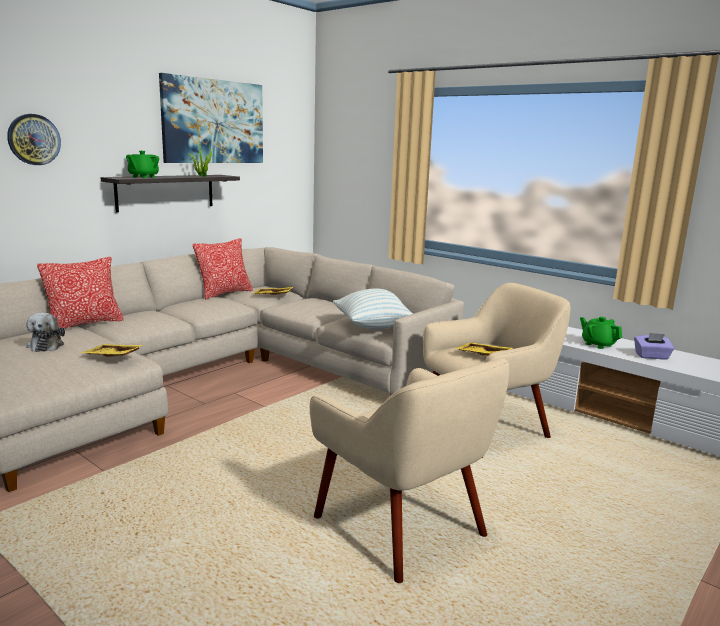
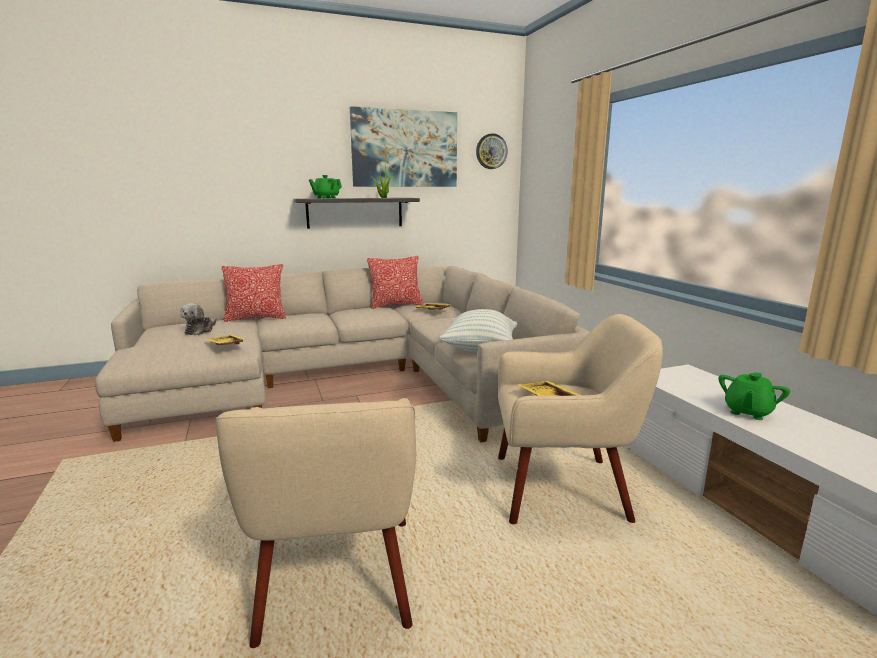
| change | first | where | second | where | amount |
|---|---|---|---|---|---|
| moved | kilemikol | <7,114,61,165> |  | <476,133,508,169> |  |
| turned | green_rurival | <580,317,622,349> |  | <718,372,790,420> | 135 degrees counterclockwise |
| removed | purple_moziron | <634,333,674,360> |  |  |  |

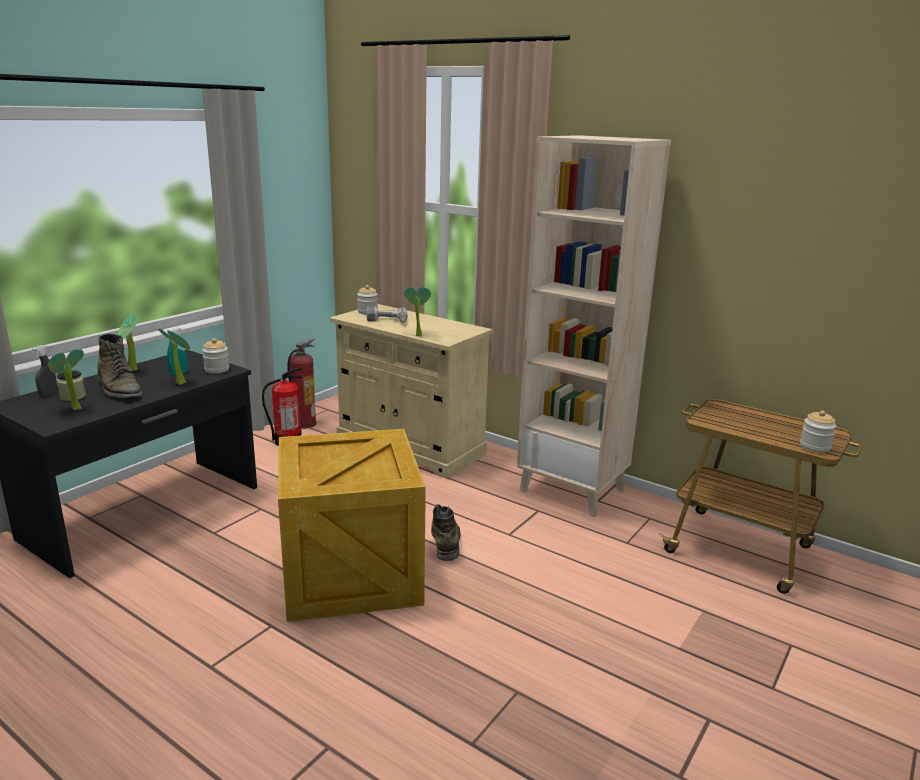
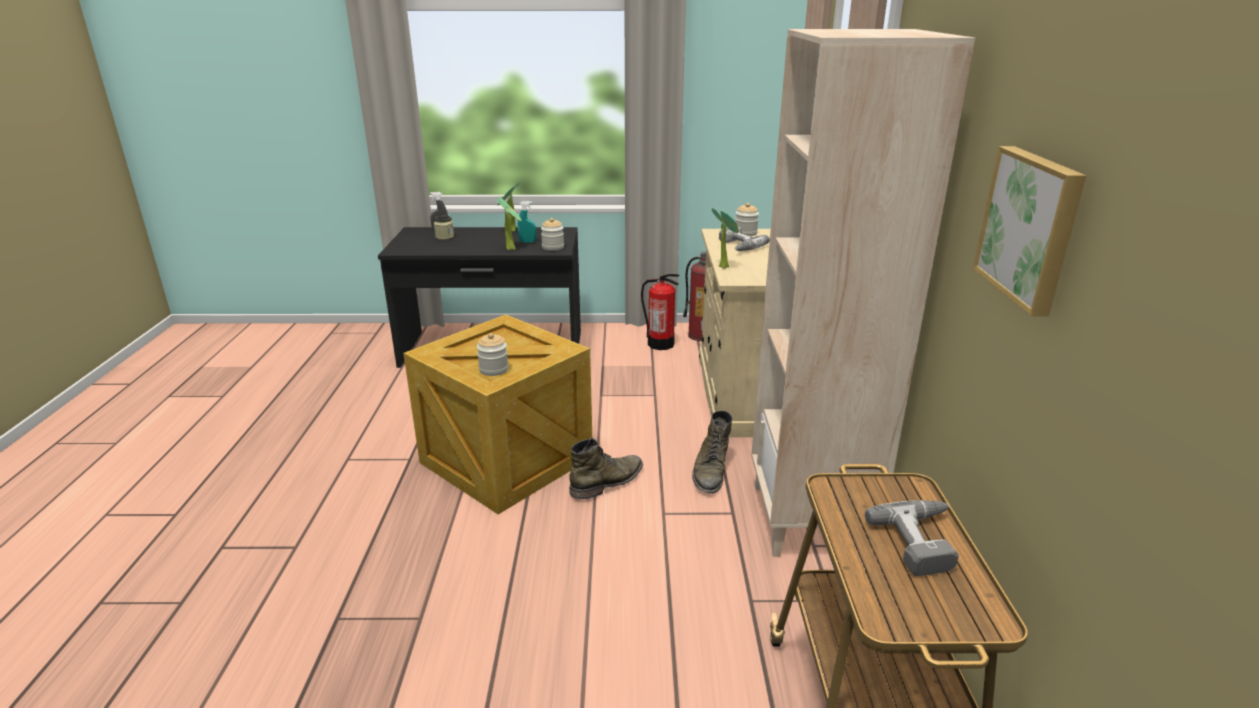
| change | first | where | second | where | amount |
|---|---|---|---|---|---|
| moved | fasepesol | <800,411,836,453> |  | <477,333,509,376> |  |
| moved | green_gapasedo | <97,334,142,398> |  | <692,410,732,494> |  |
| added |  |  | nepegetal | <865,500,959,576> |  |
| added |  |  | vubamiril | <973,146,1086,316> |  |
| removed | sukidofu | <48,349,84,410> |  |  |  |

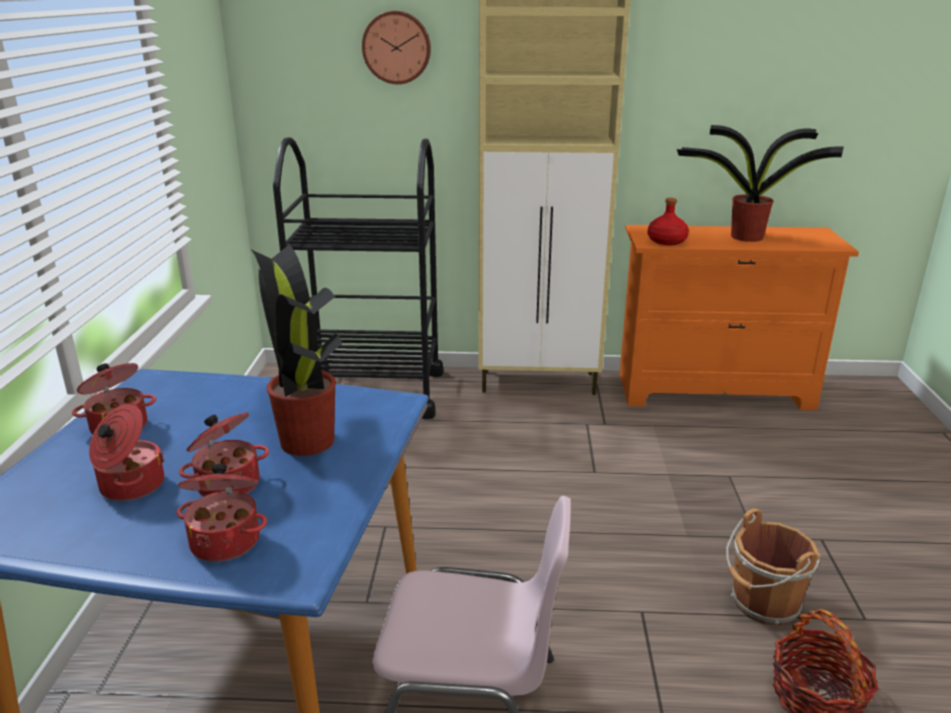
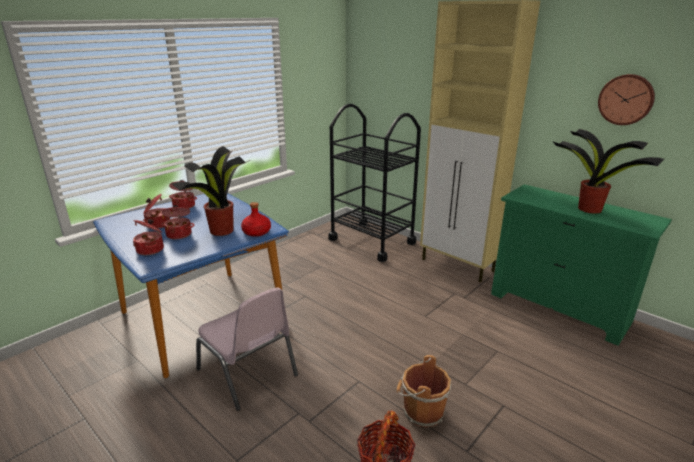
| change | first | where | second | where | amount |
|---|---|---|---|---|---|
| moved | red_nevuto | <647,198,689,245> |  | <241,202,271,237> |  |
| recoloured | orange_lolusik | <619,225,859,410> | green_lolusik | <491,184,672,346> |  |
| moved | kilemikol | <362,11,431,84> |  | <598,74,655,125> |  |

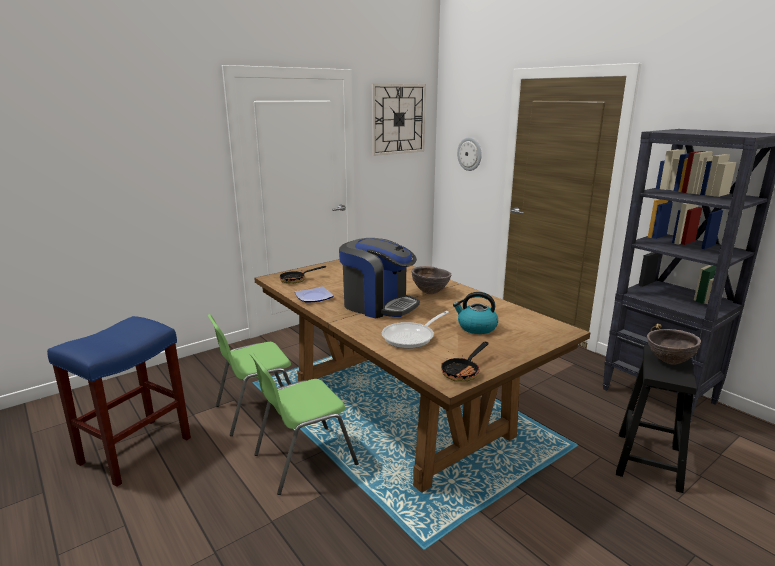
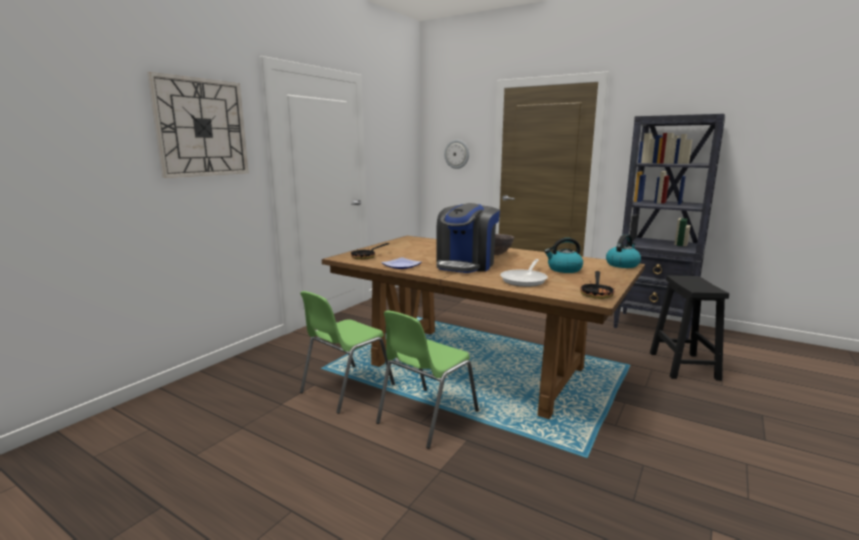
| change | first | where | second | where | amount |
|---|---|---|---|---|---|
| moved | kilemikol | <371,84,426,156> |  | <147,72,249,178> |  |
| turned | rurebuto | <339,238,420,319> |  | <436,203,500,273> | 105 degrees clockwise |
| added |  |  | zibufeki | <606,234,641,268> |  |
| removed | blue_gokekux | <47,316,191,487> |  |  |  |
| removed | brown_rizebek | <647,329,701,365> |  |  |  |

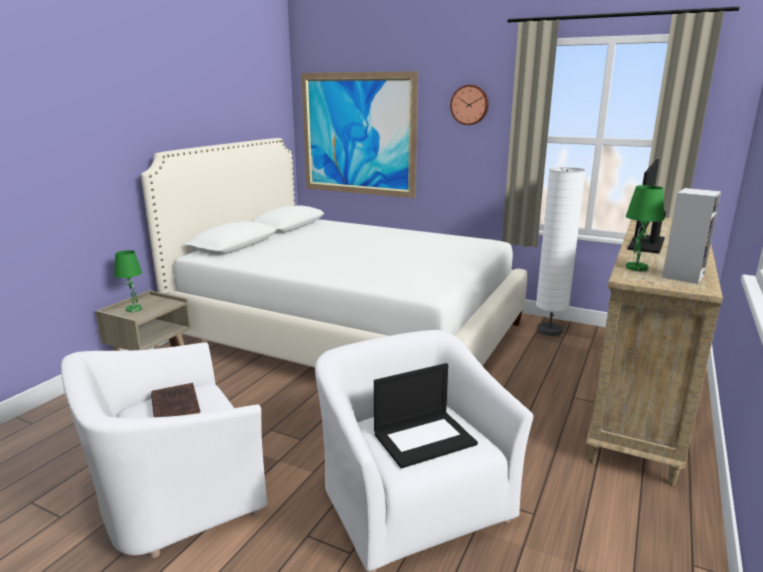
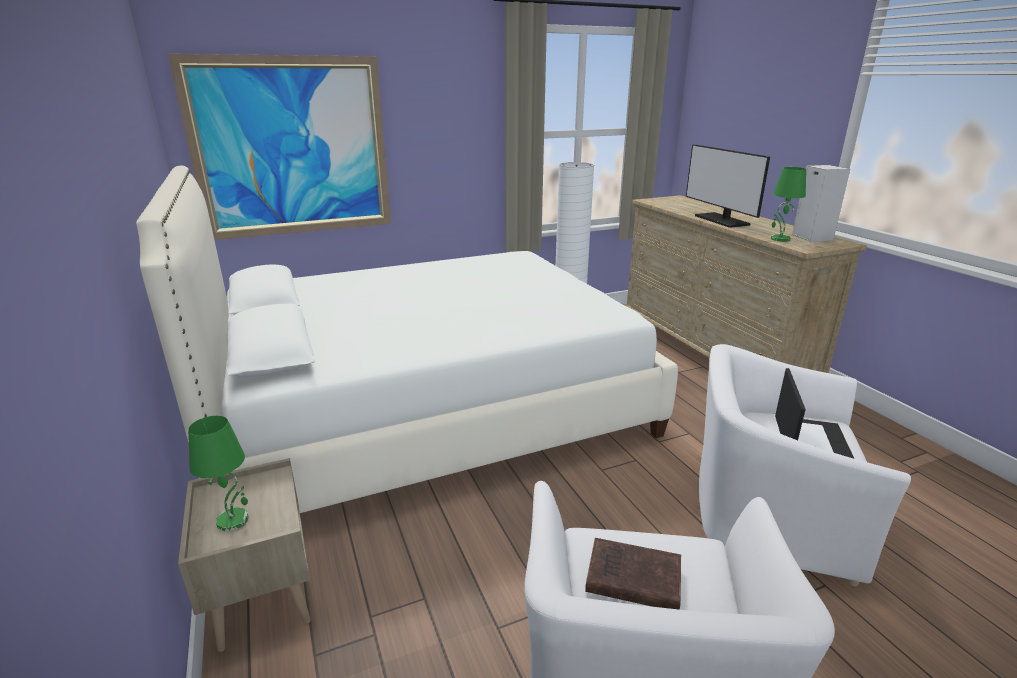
| change | first | where | second | where | amount |
|---|---|---|---|---|---|
| removed | kilemikol | <450,85,489,125> |  |  |  |

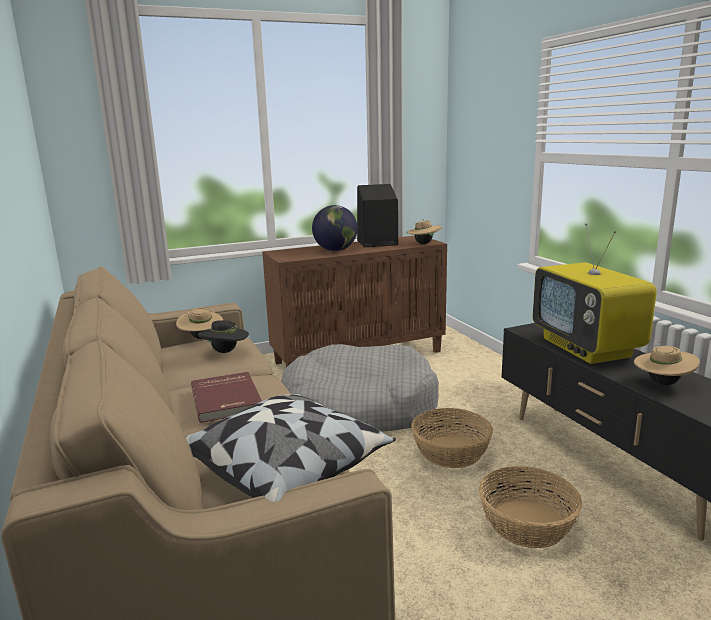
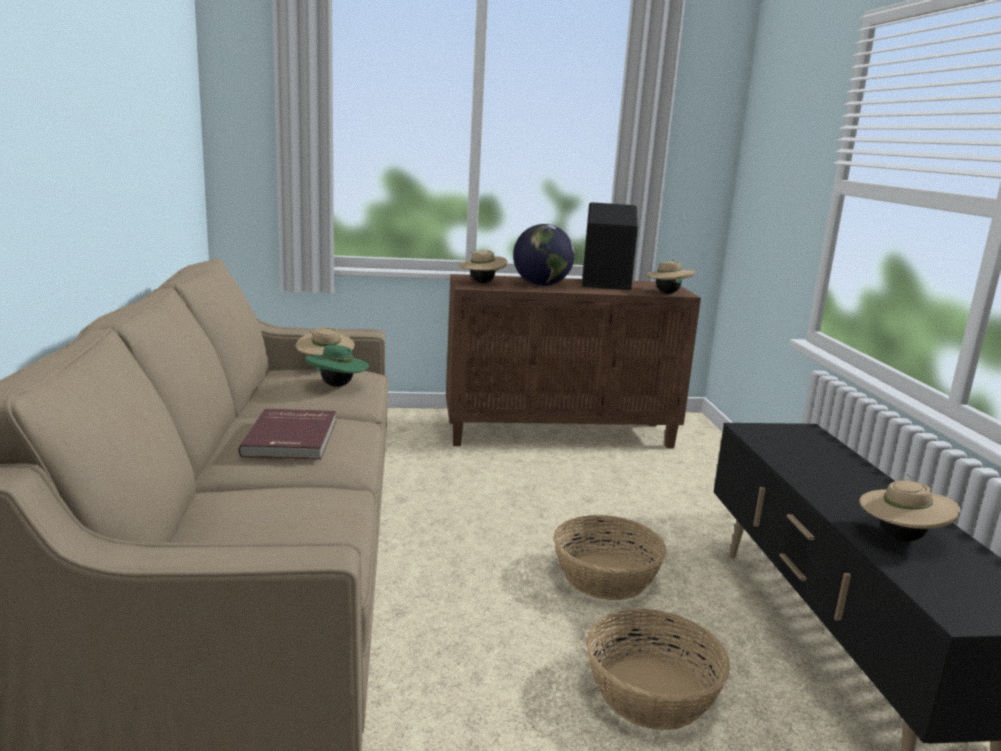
| change | first | where | second | where | amount |
|---|---|---|---|---|---|
| recoloured | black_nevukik | <198,320,249,353> | green_nevukik | <305,345,369,387> |  |
| added |  |  | beige_nevukik | <458,248,508,283> |  |
| removed | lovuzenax | <185,394,396,502> |  |  |  |
| removed | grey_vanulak | <281,344,439,432> |  |  |  |
| removed | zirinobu | <533,223,657,364> |  |  |  |

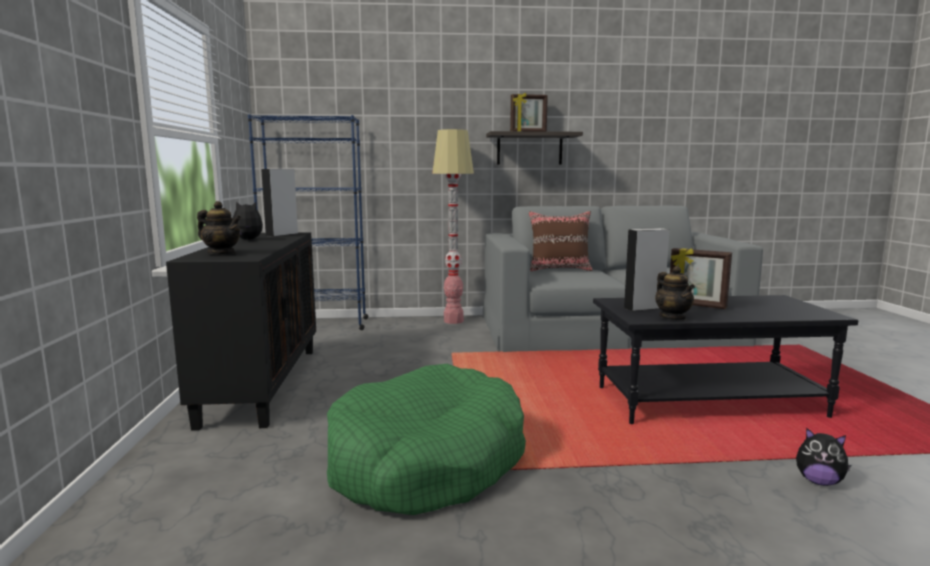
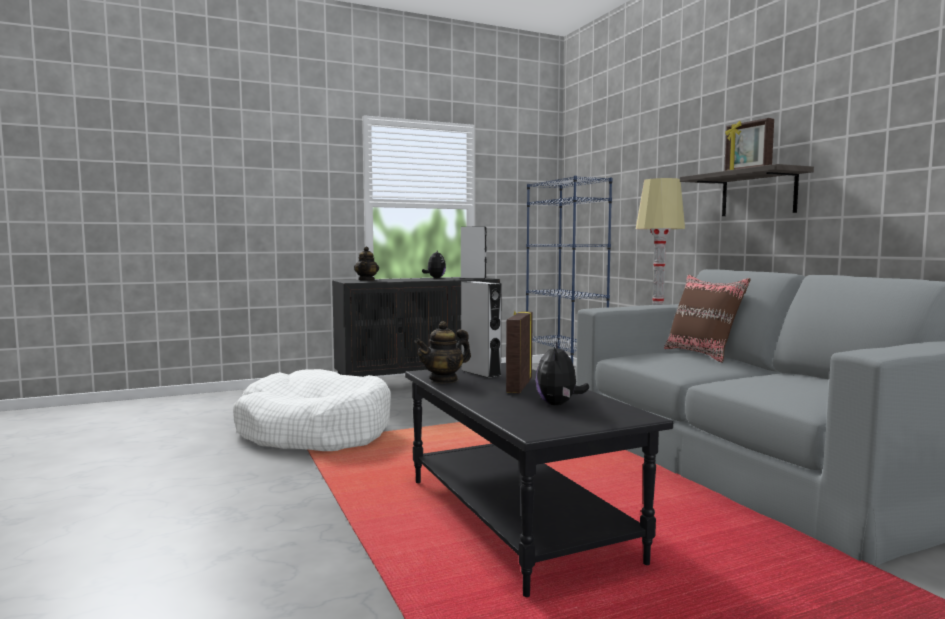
| change | first | where | second | where | amount |
|---|---|---|---|---|---|
| recoloured | green_vanulak | <327,364,526,515> | white_vanulak | <233,369,391,451> |  |
| moved | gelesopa | <796,428,851,486> |  | <535,342,589,405> |  |

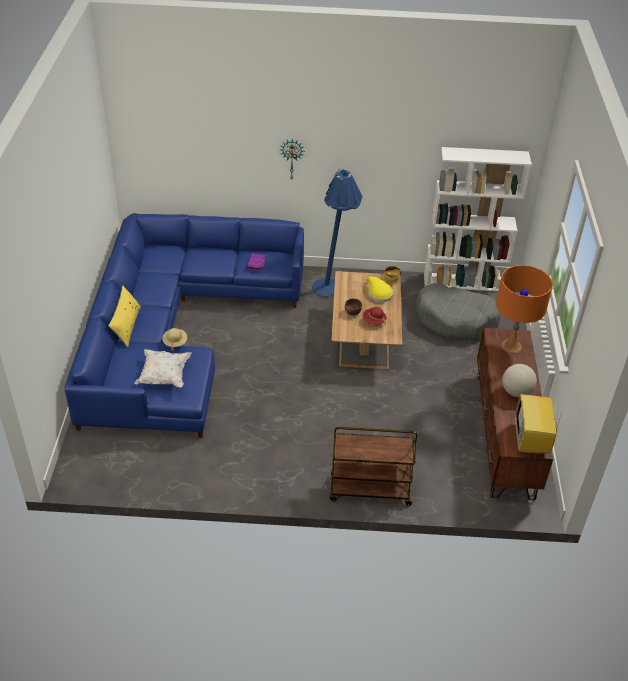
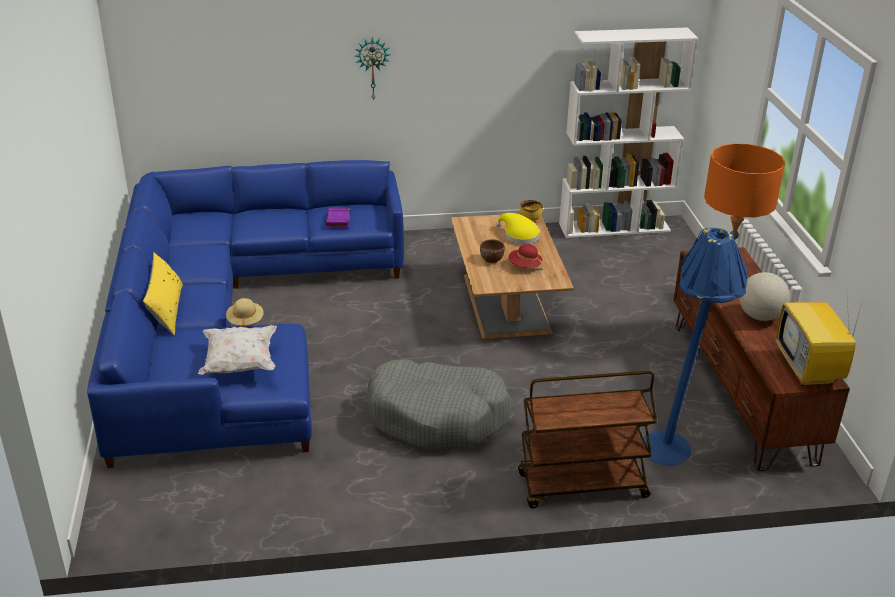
| change | first | where | second | where | amount |
|---|---|---|---|---|---|
| moved | grey_vanulak | <416,283,501,340> |  | <367,359,511,449> |  |
| moved | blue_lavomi | <312,169,363,297> |  | <643,225,748,466> |  |

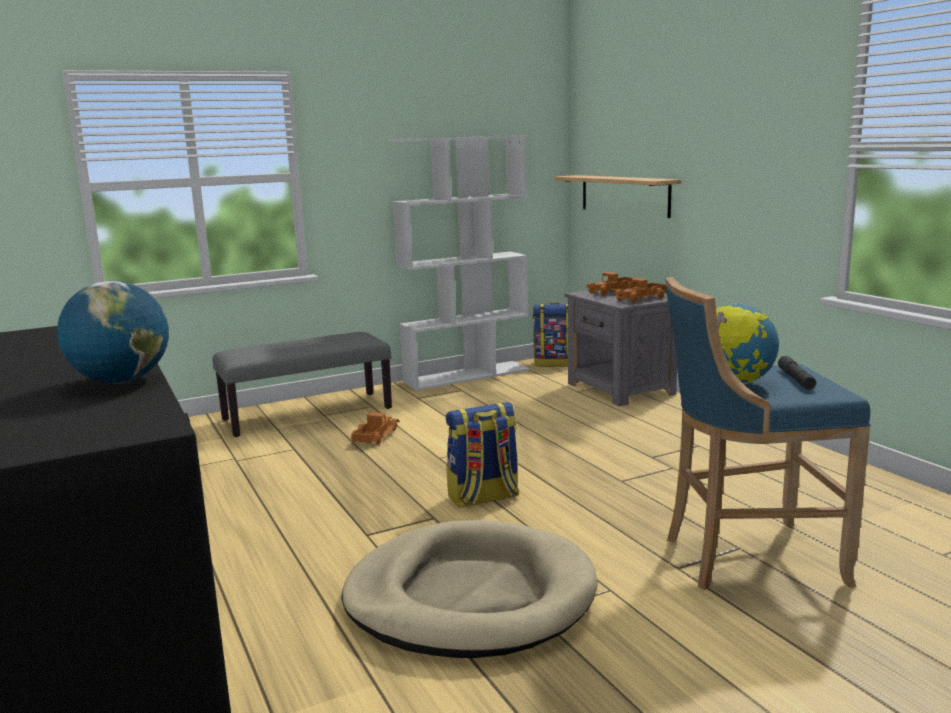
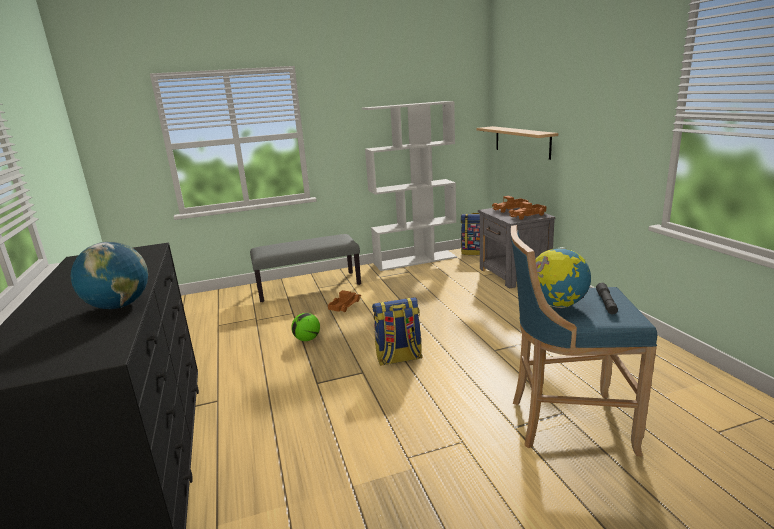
| change | first | where | second | where | amount |
|---|---|---|---|---|---|
| added |  |  | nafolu | <291,313,320,341> |  |
| removed | beige_vanulak | <342,520,598,658> |  |  |  |

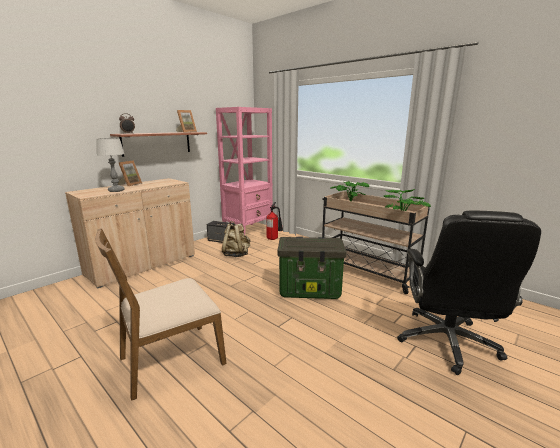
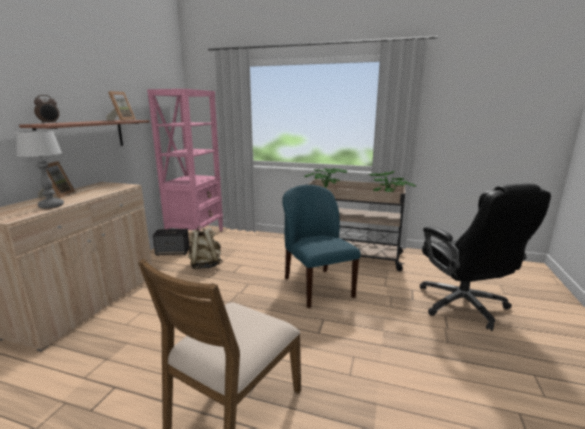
| change | first | where | second | where | amount |
|---|---|---|---|---|---|
| replaced | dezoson | <278,237,347,299> | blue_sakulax | <282,185,361,308> |  |
| removed | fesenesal | <266,202,283,240> |  |  |  |

